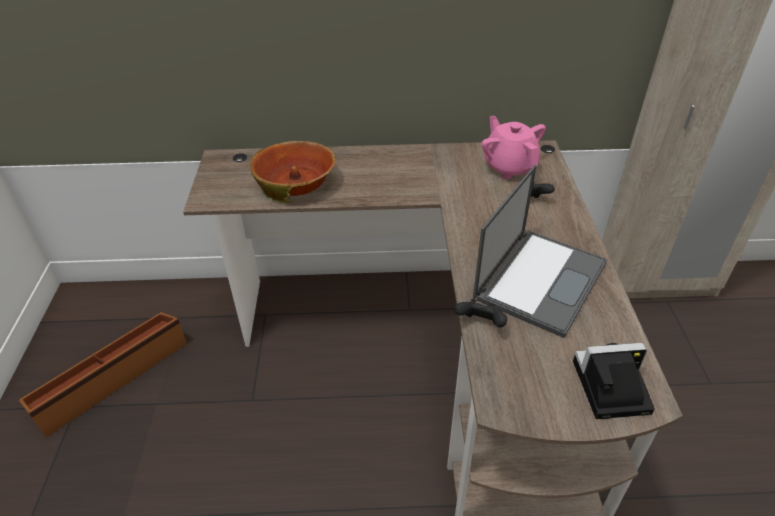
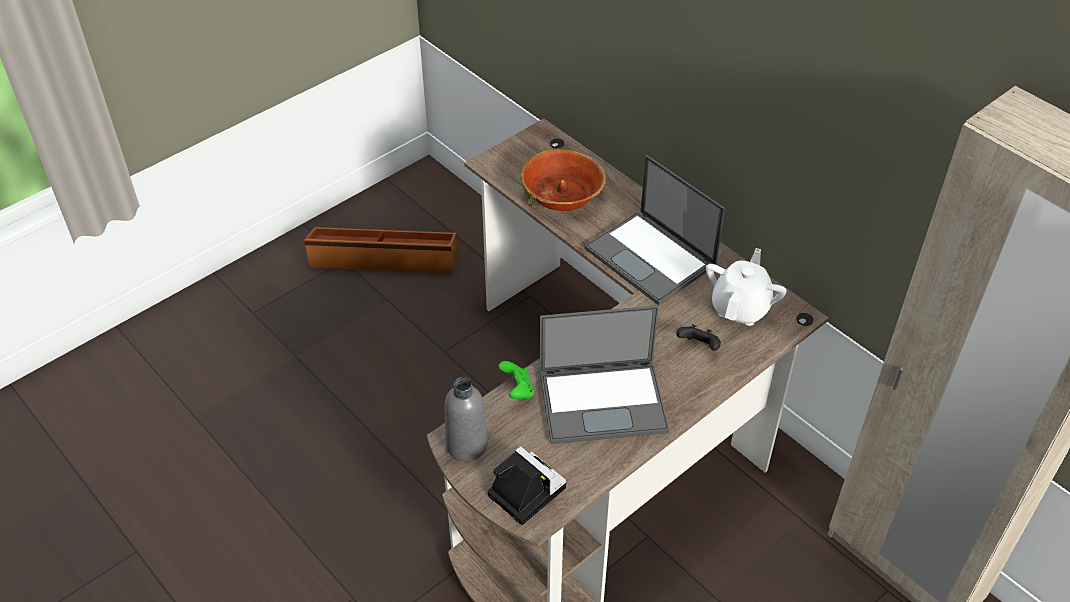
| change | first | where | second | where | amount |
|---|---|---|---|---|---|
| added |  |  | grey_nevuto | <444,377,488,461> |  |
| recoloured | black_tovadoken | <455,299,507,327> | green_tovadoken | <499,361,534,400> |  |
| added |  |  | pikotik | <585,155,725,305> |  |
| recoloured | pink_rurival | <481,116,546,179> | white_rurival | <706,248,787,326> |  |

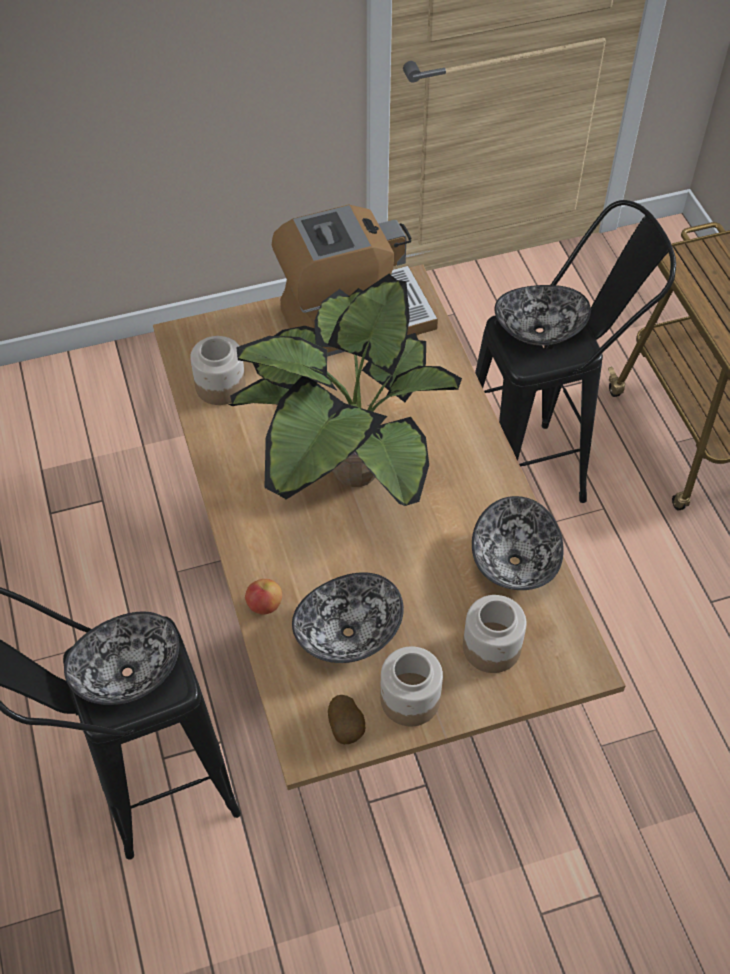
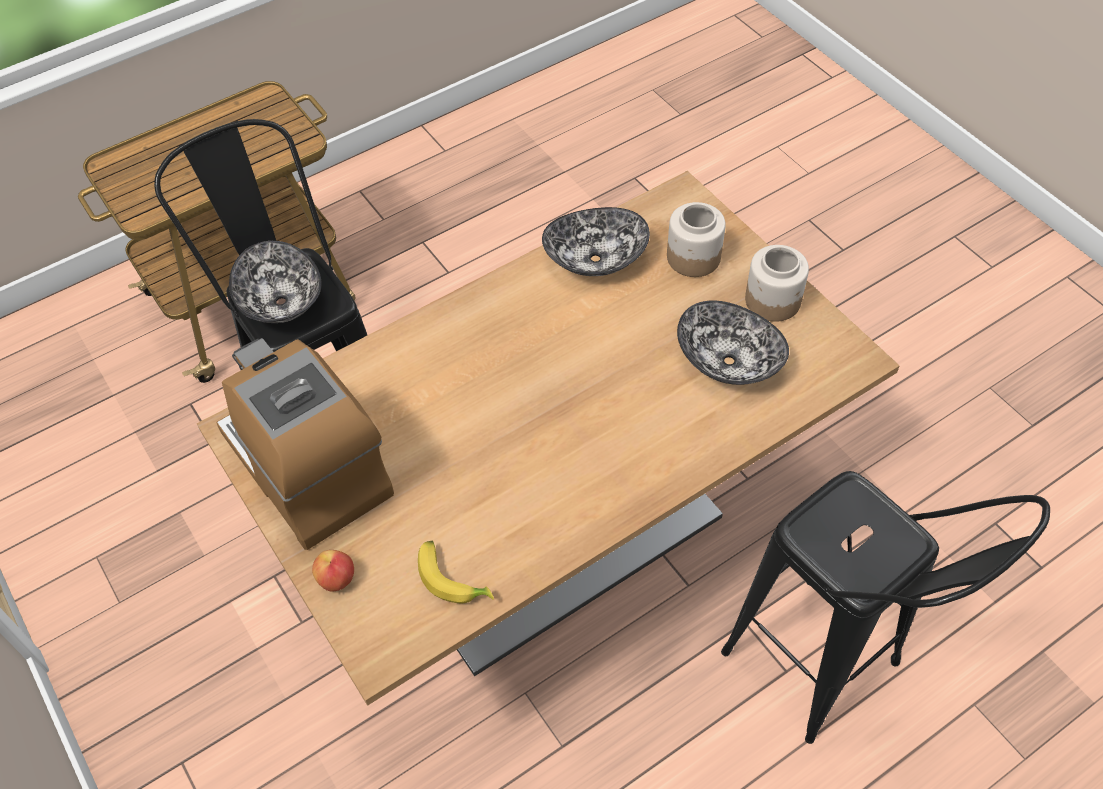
| change | first | where | second | where | amount |
|---|---|---|---|---|---|
| moved | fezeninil | <245,579,282,615> |  | <312,550,354,591> |  |
| replaced | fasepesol | <190,336,246,405> | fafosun | <418,541,494,603> |  |
| removed | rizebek | <64,612,179,705> |  |  |  |
| removed | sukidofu | <229,274,462,506> |  |  |  |
| removed | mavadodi | <328,695,365,744> |  |  |  |

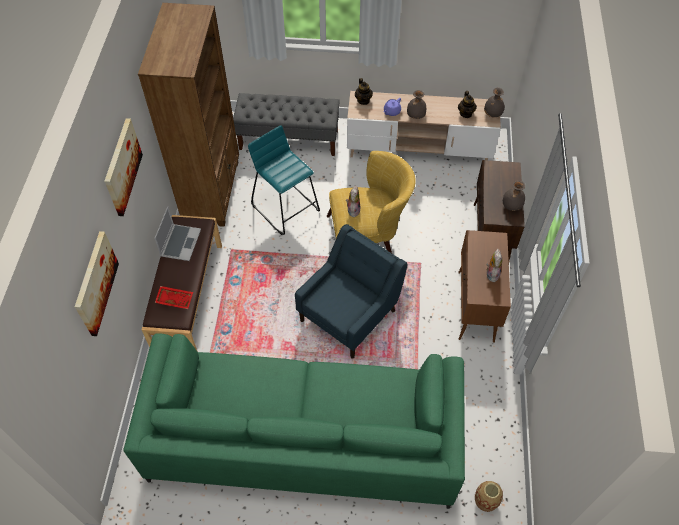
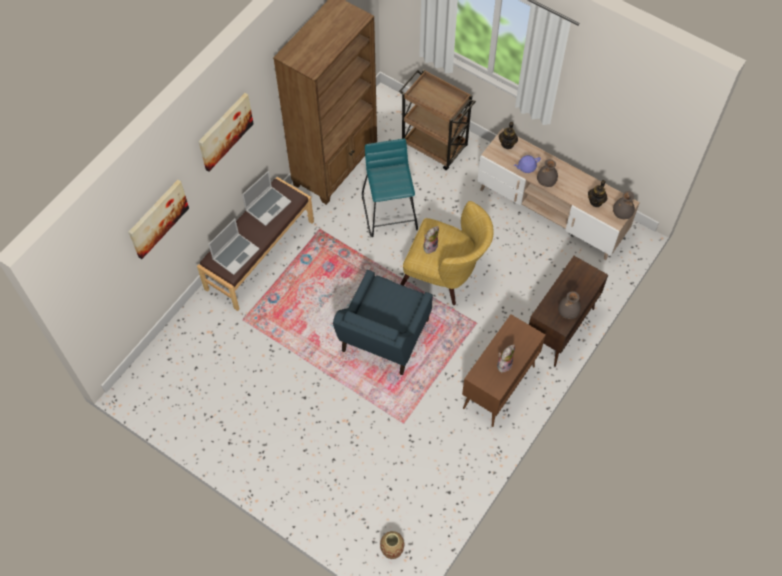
| change | first | where | second | where | amount |
|---|---|---|---|---|---|
| replaced | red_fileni | <155,286,193,309> | pikotik | <208,219,259,275> |  |
| turned | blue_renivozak | <295,224,408,359> |  | <333,270,433,375> | 135 degrees clockwise |
| replaced | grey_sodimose | <233,93,340,156> | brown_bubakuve | <399,69,476,170> |  |
| removed | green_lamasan | <123,333,465,509> |  |  |  |

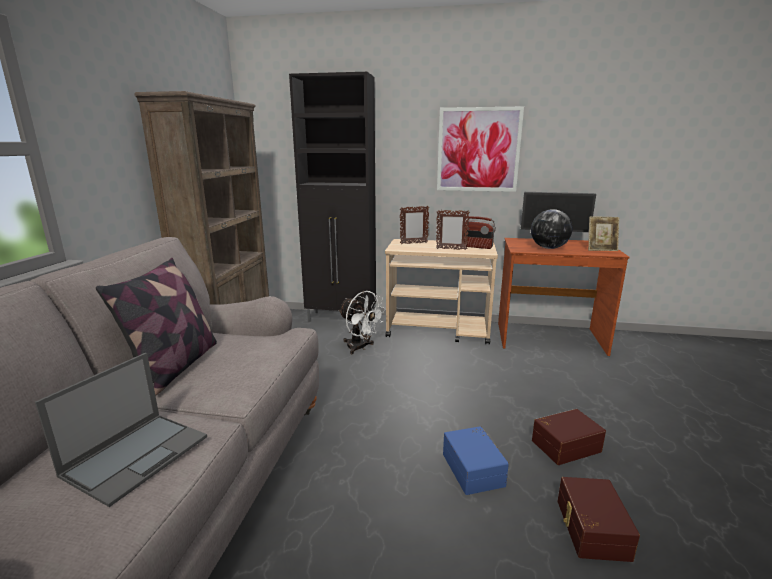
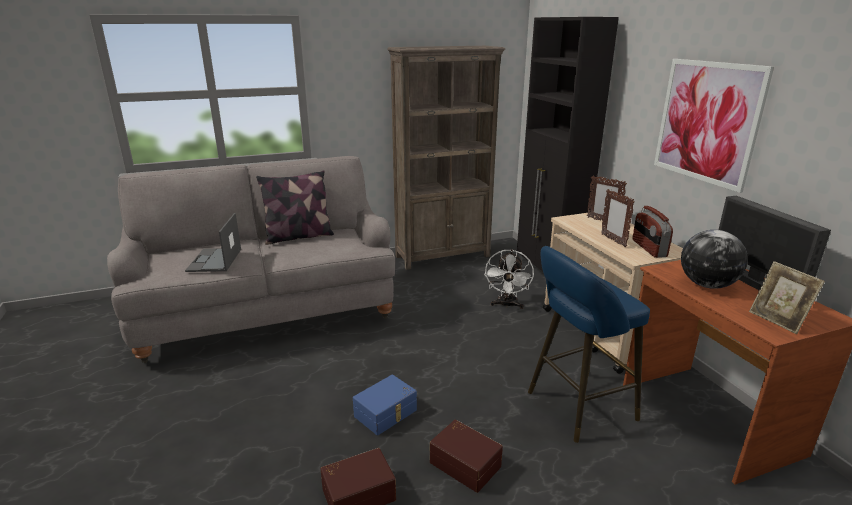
| change | first | where | second | where | amount |
|---|---|---|---|---|---|
| turned | pikotik | <35,353,207,507> |  | <185,213,241,272> | 90 degrees clockwise |
| added |  |  | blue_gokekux | <528,246,650,443> |  |

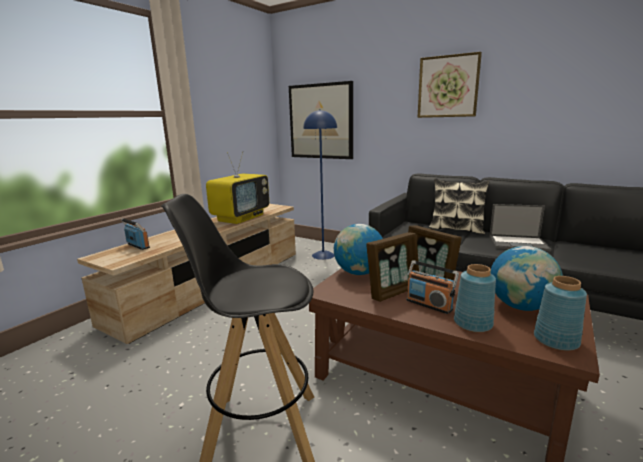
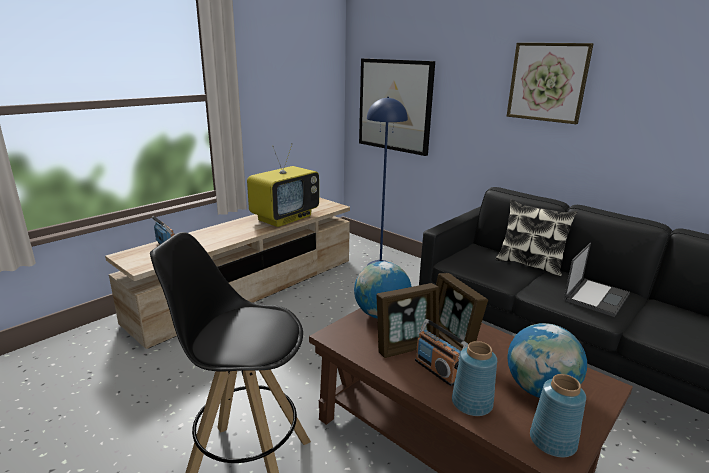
| change | first | where | second | where | amount |
|---|---|---|---|---|---|
| turned | pikotik | <489,204,551,252> |  | <564,243,630,317> | 75 degrees counterclockwise |

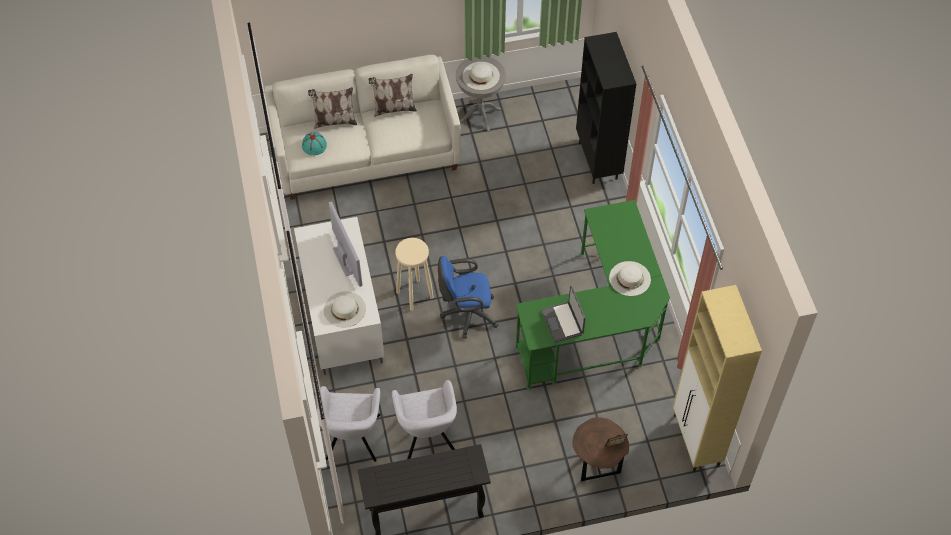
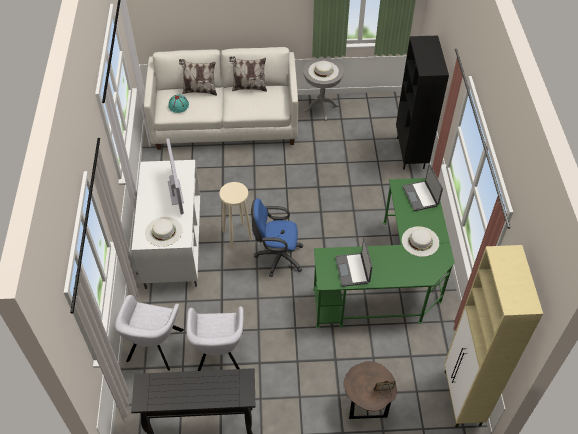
| change | first | where | second | where | amount |
|---|---|---|---|---|---|
| added |  |  | pikotik | <402,164,443,211> |  |

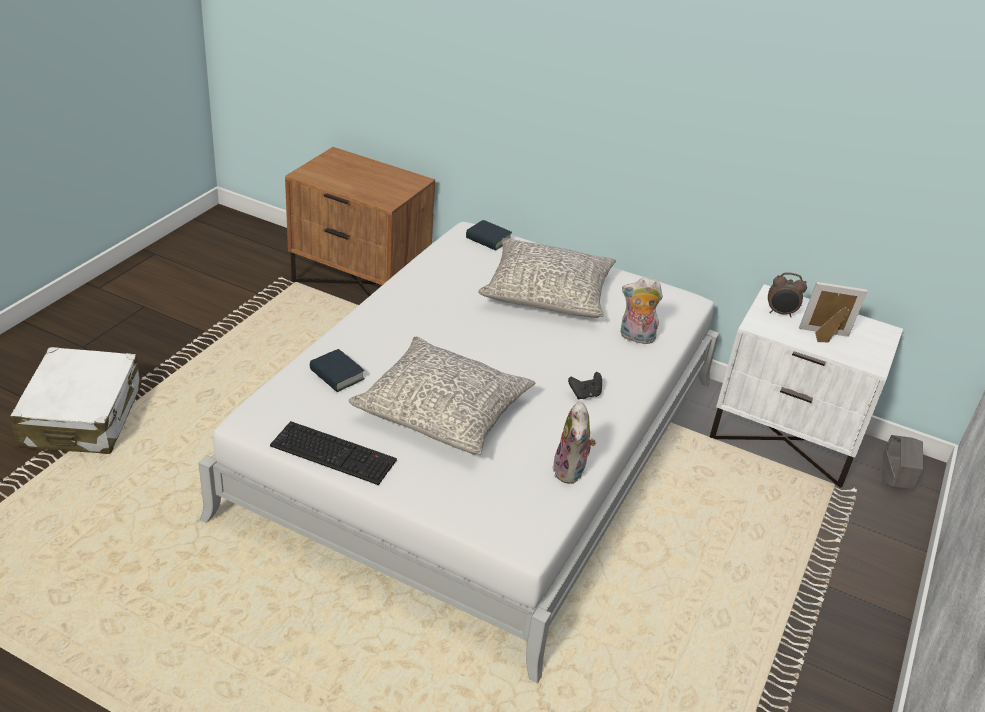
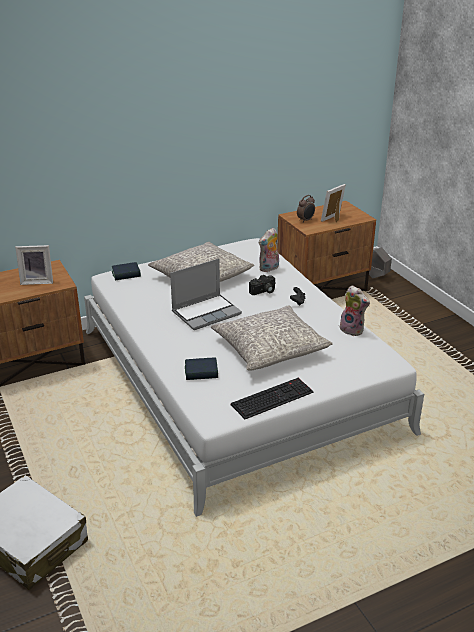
| change | first | where | second | where | amount |
|---|---|---|---|---|---|
| added |  |  | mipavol | <15,245,53,285> |  |
| added |  |  | pikotik | <170,258,242,330> |  |
| added |  |  | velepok | <249,275,276,295> |  |
| recoloured | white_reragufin | <710,284,903,488> | brown_reragufin | <277,201,376,291> |  |

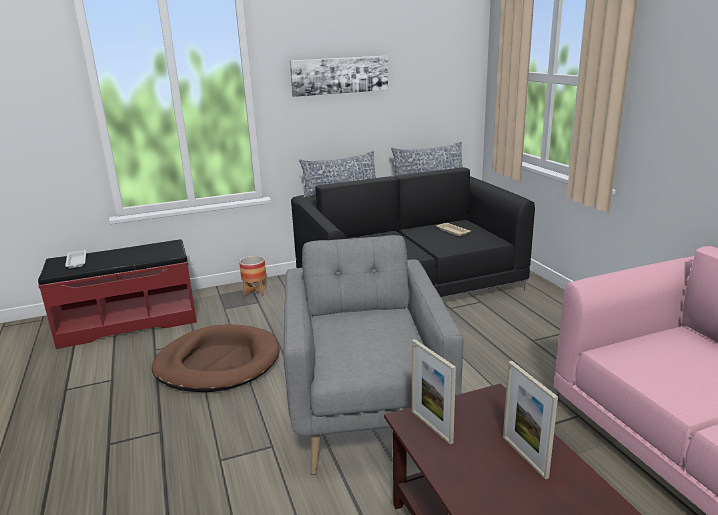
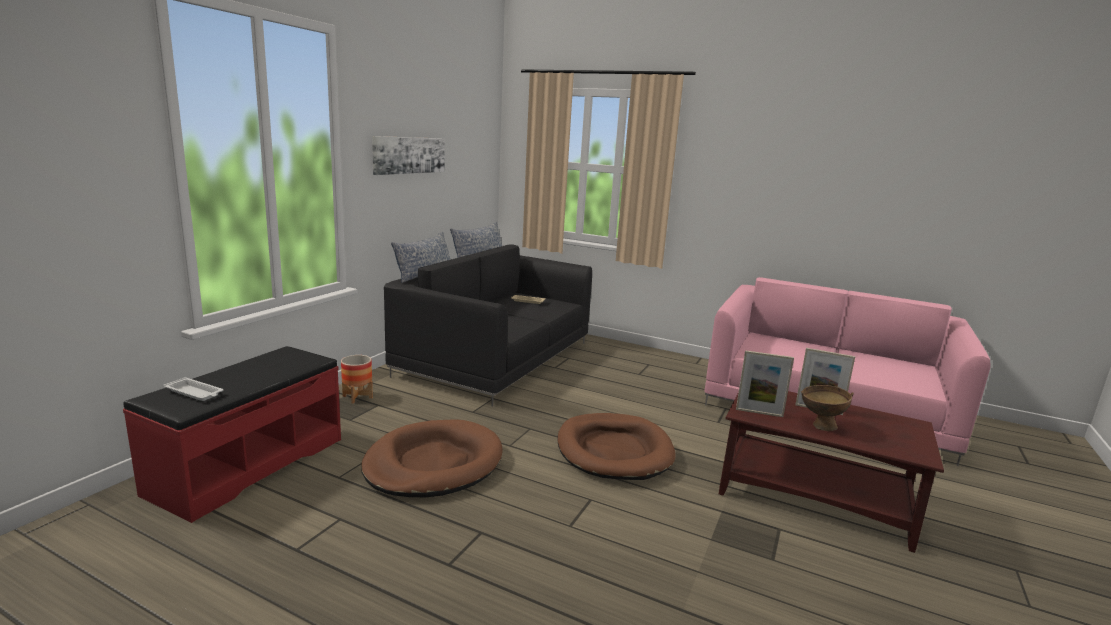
| change | first | where | second | where | amount |
|---|---|---|---|---|---|
| replaced | grey_renivozak | <283,235,464,475> | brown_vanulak | <557,413,676,480> |  |
| added |  |  | brown_rizebek | <801,385,854,431> |  |

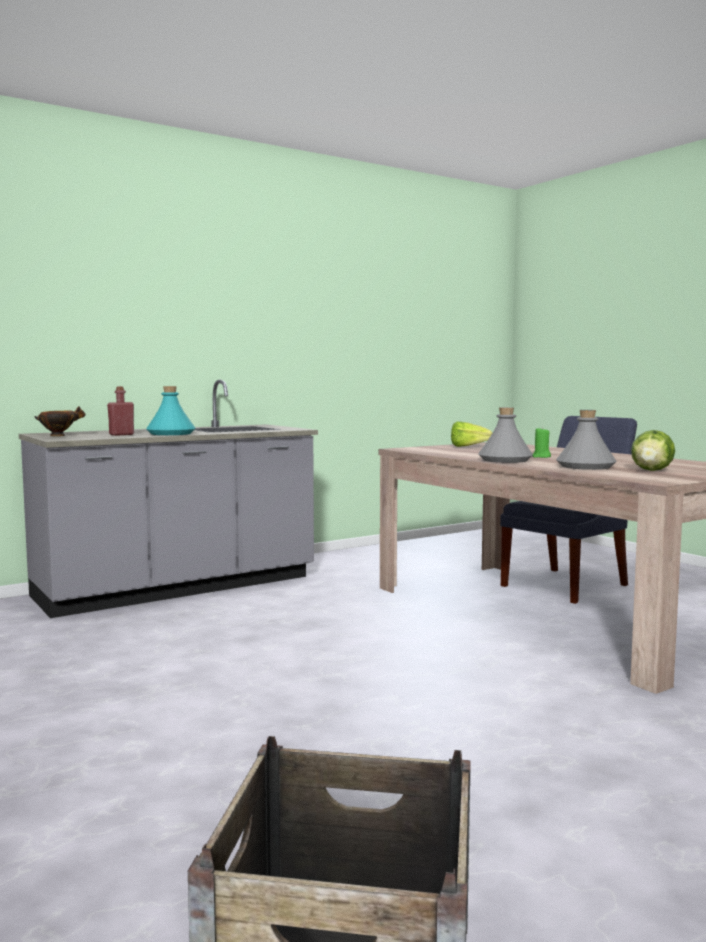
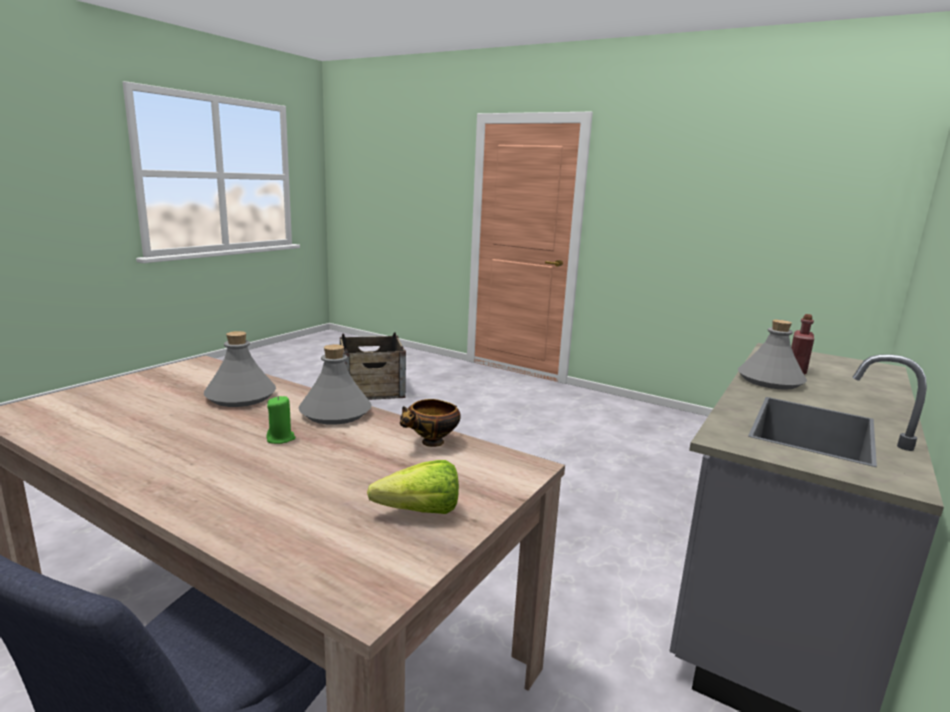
| change | first | where | second | where | amount |
|---|---|---|---|---|---|
| moved | rizebek | <34,406,85,436> |  | <400,399,461,447> |  |
| recoloured | turquoise_nevuto | <146,386,196,435> | grey_nevuto | <738,320,807,390> |  |
| removed | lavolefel | <631,430,675,471> |  |  |  |

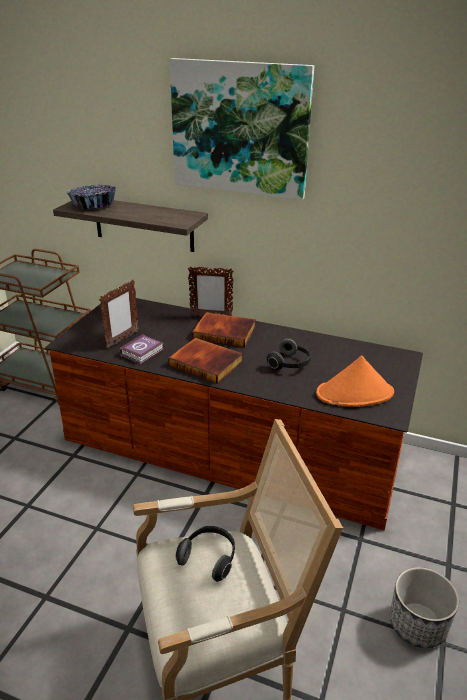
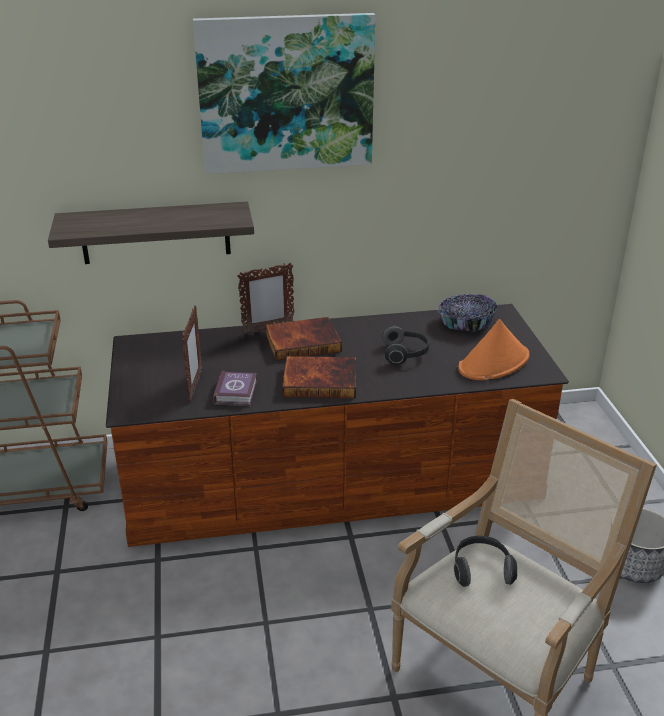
| change | first | where | second | where | amount |
|---|---|---|---|---|---|
| moved | rizebek | <66,185,116,209> |  | <437,294,498,332> |  |

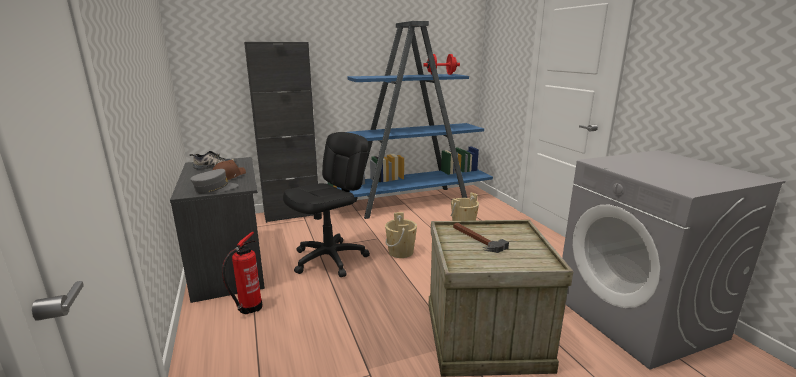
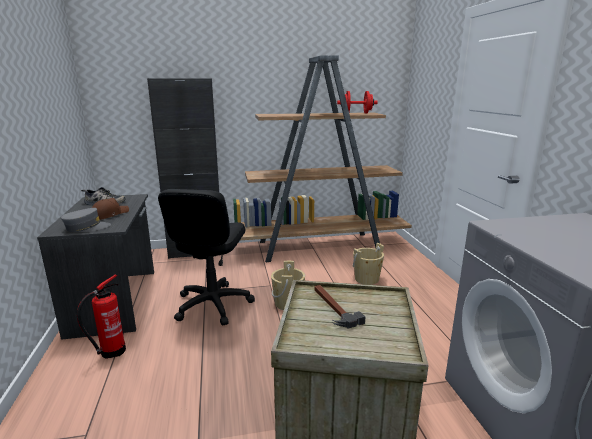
| change | first | where | second | where | amount |
|---|---|---|---|---|---|
| turned | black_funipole | <283,132,370,277> |  | <158,189,255,325> | 135 degrees clockwise |
| recoloured | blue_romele | <328,21,493,219> | brown_romele | <233,56,412,262> |  |

